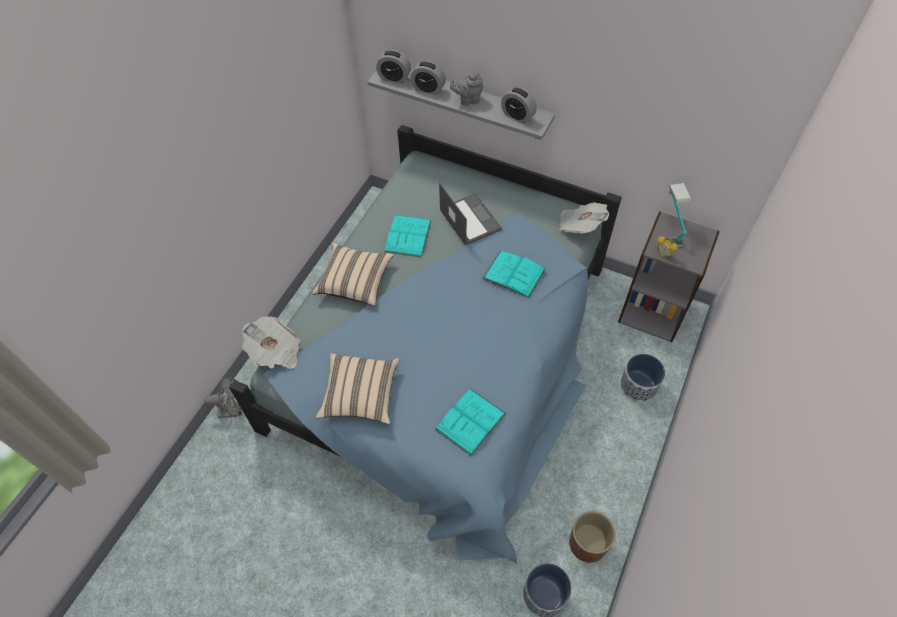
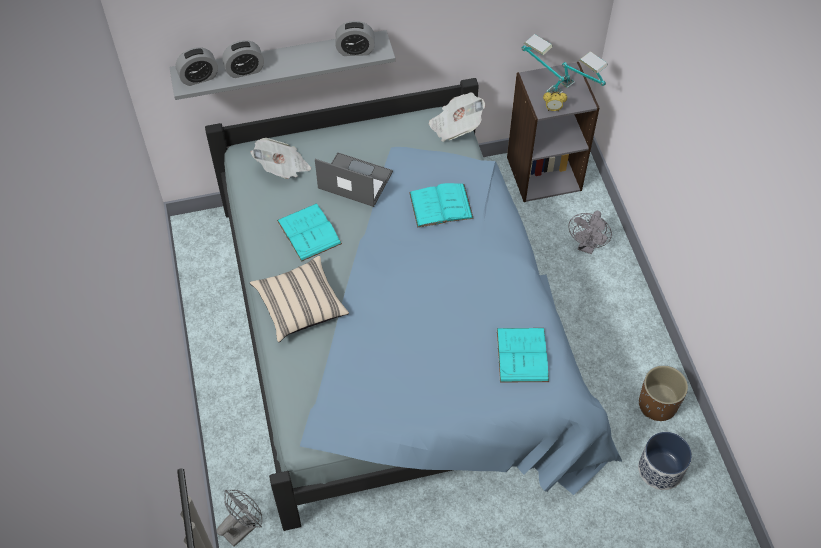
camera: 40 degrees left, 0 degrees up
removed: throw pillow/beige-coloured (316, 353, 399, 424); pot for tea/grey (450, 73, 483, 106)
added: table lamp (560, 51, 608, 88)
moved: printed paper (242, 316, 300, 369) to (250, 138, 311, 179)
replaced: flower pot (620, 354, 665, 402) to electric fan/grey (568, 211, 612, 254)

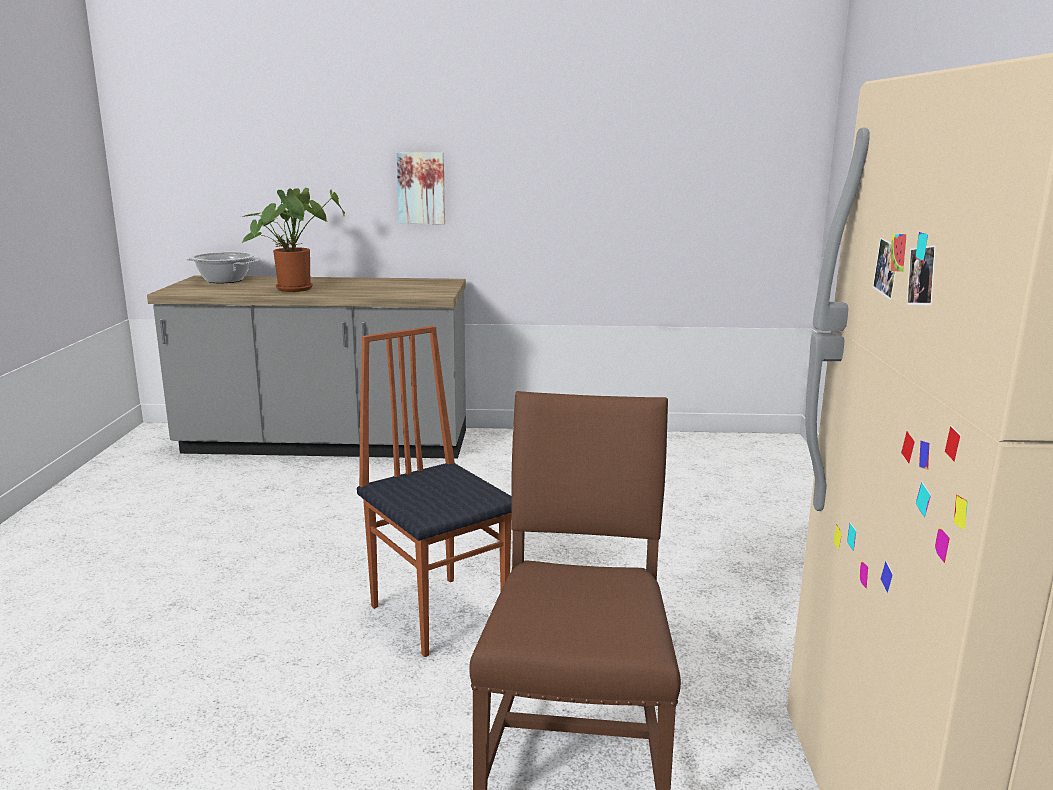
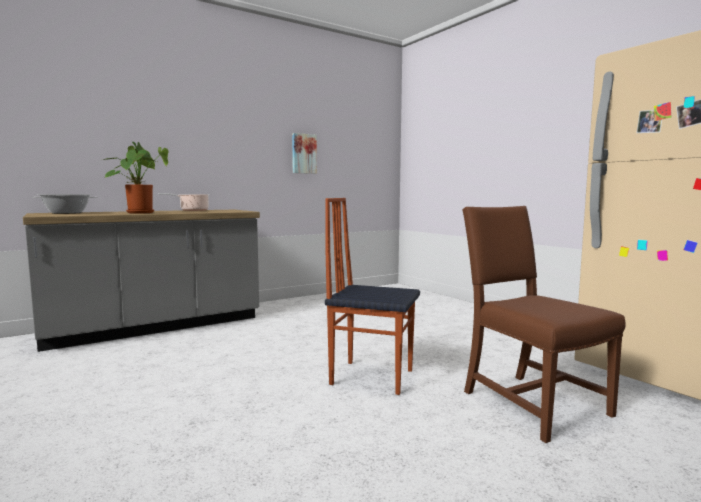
camera: 35 degrees left, 10 degrees down
added: cooking pot (158, 193, 209, 211)
moved: wall picture (396, 152, 445, 224) to (292, 133, 317, 174)

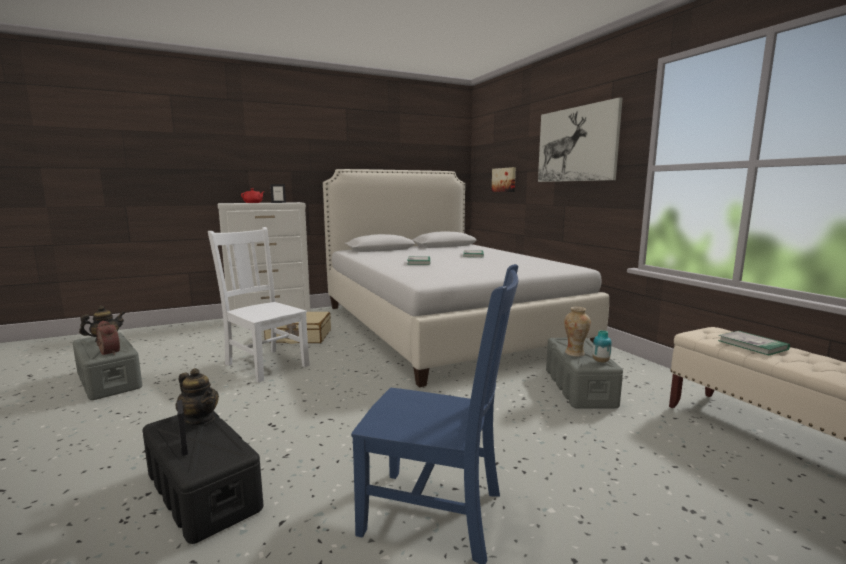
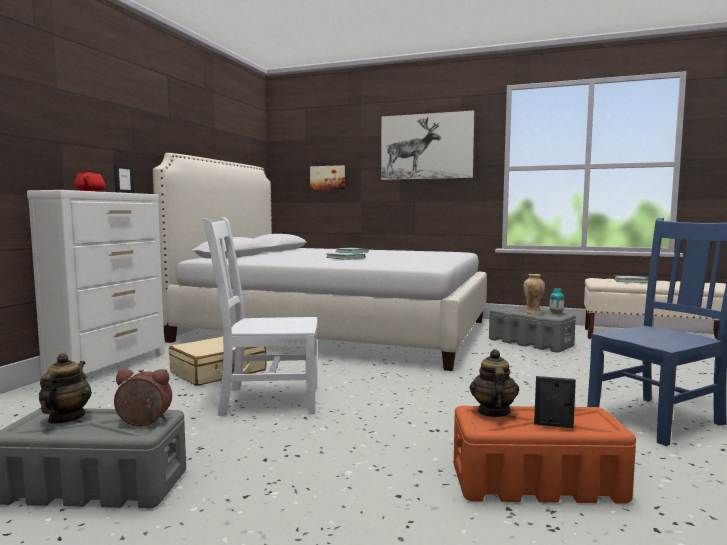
camera: 45 degrees left, 5 degrees down
recoloured: storage bin/black-coloured (142, 411, 263, 544) to storage bin/orangey (454, 406, 636, 504)
turned: pot for tea (176, 368, 219, 425) = (470, 349, 519, 417) 75 degrees counterclockwise

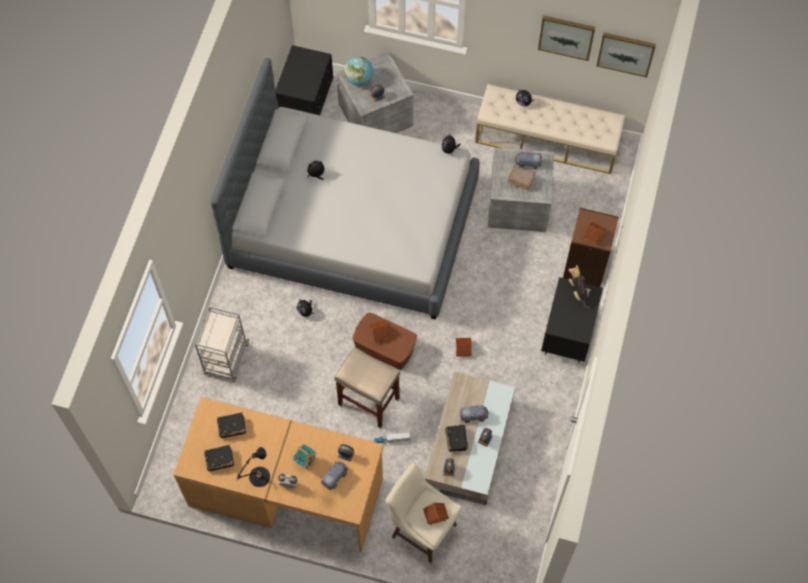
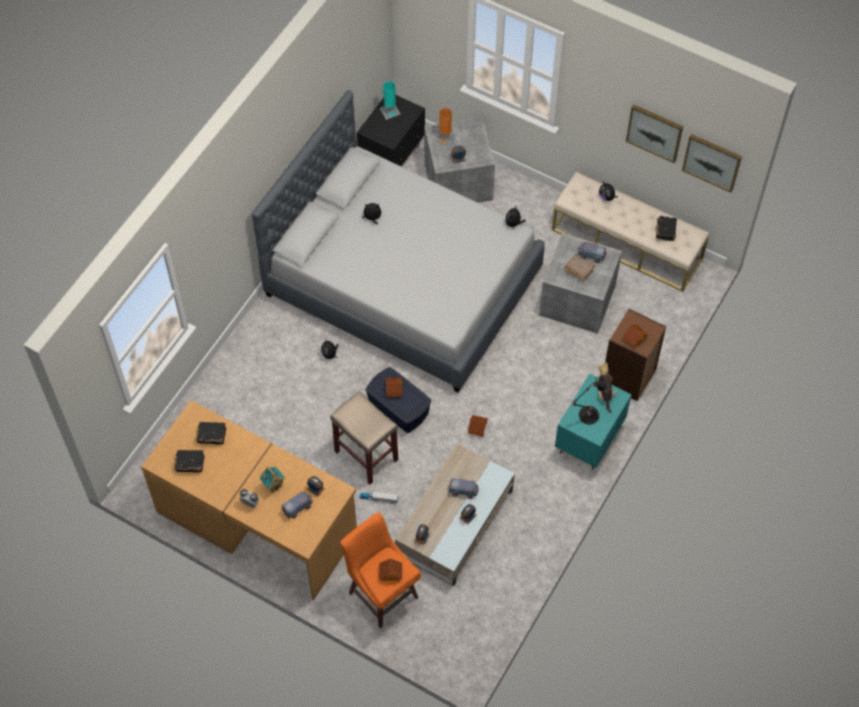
camera: 15 degrees right, 5 degrees down
removed: cart/grey (195, 307, 250, 382)
added: table lamp/turquoise (380, 81, 401, 120)
moved: table lamp/black-coloured (236, 447, 270, 487) to (572, 379, 607, 425); bound book/black-coloured (445, 425, 469, 452) to (656, 216, 677, 241)
replaced: globe (344, 56, 373, 86) to table lamp/orangey (434, 108, 456, 147)
recoloured: storage bin/brown (353, 312, 417, 370) to storage bin/bluish (366, 367, 431, 433); stool seat/beige-coloured (385, 463, 462, 563) to stool seat/orangey (340, 512, 421, 628); nightstand/black-coloured (541, 277, 603, 363) to nightstand/turquoise (555, 374, 632, 469)

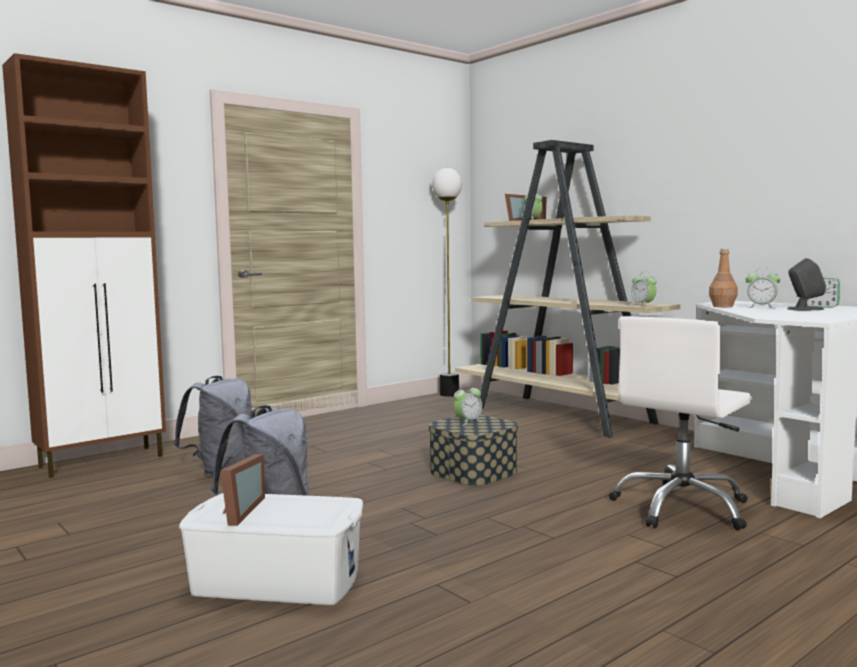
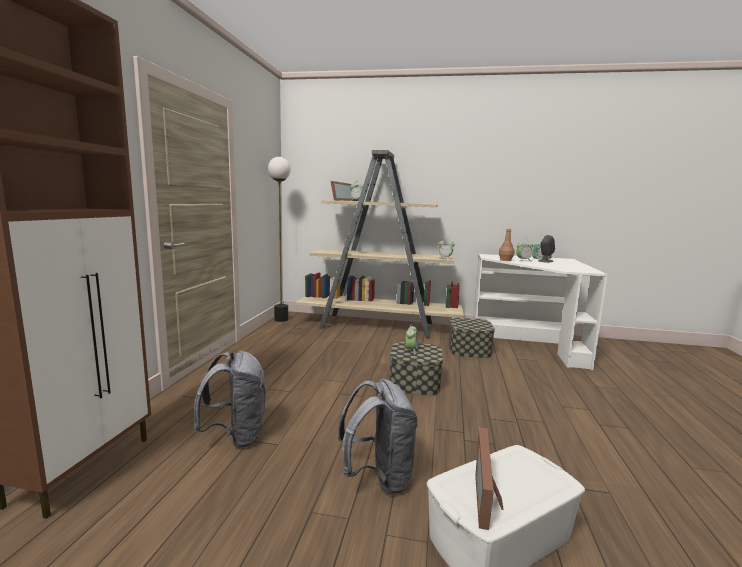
camera: 40 degrees left, 5 degrees up
removed: computer chair/white-coloured (609, 316, 752, 530)
added: storage bin (449, 318, 495, 358)
turned: picture frame (220, 454, 265, 526) = (475, 427, 504, 530) 135 degrees counterclockwise

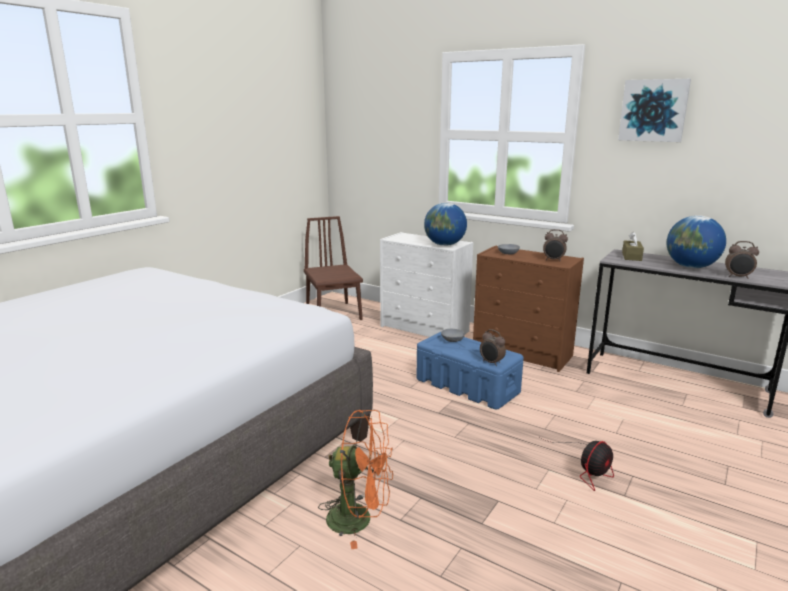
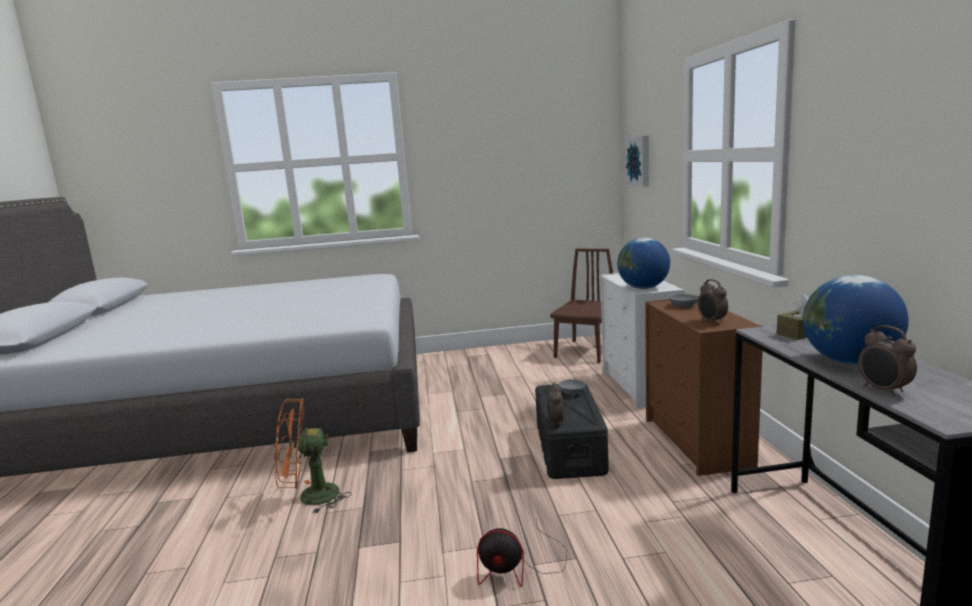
camera: 50 degrees right, 5 degrees down
moved: wall picture (618, 79, 691, 142) to (625, 135, 649, 187)
recoloured: storage bin/bluish (417, 332, 524, 409) to storage bin/black-coloured (535, 383, 609, 479)
turned: electric fan/orangey (318, 410, 393, 550) = (274, 398, 352, 514) 105 degrees clockwise

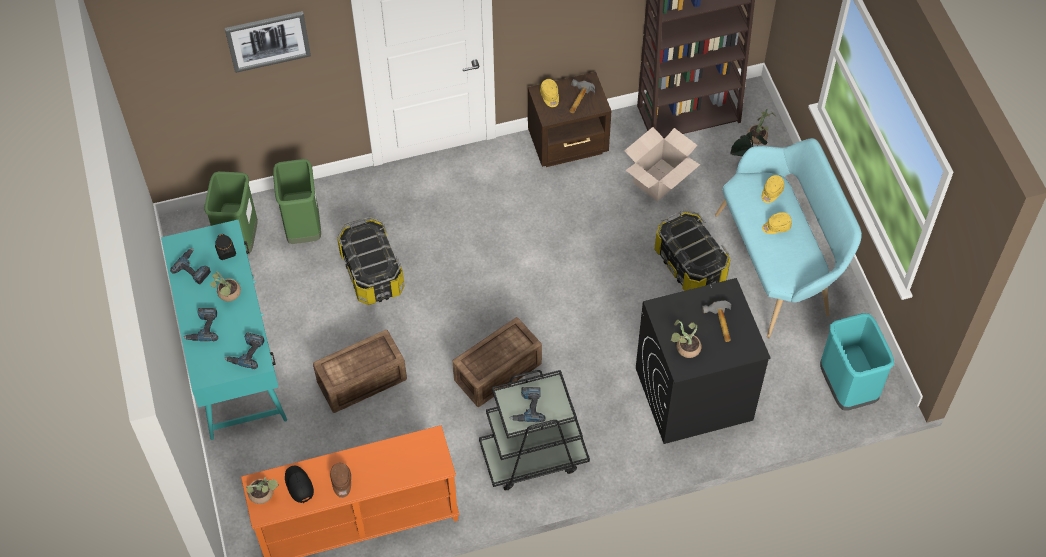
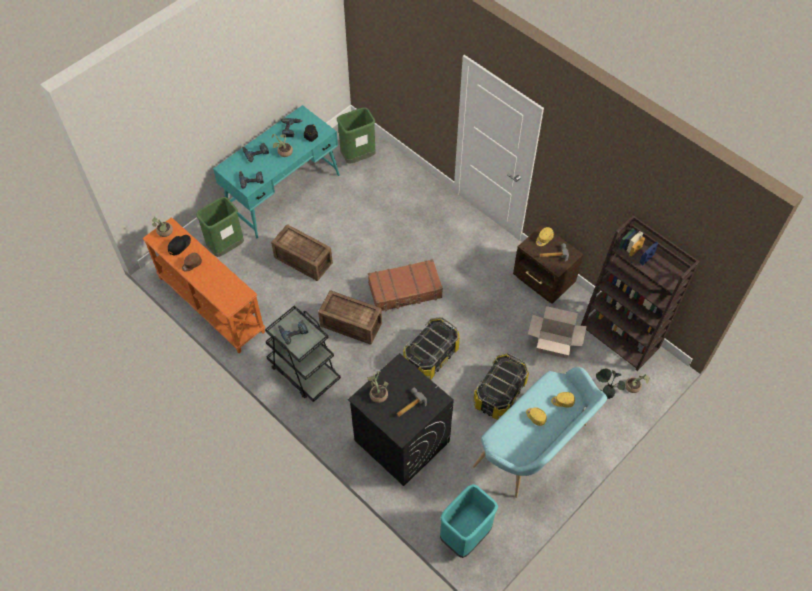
camera: 60 degrees right, 0 degrees up
removed: wall picture (225, 11, 311, 73)
added: travel case/brown (368, 259, 443, 312)
moved: waste bin/green (273, 159, 321, 244) to (196, 197, 244, 257); storage bin (337, 217, 405, 305) to (403, 317, 460, 380)

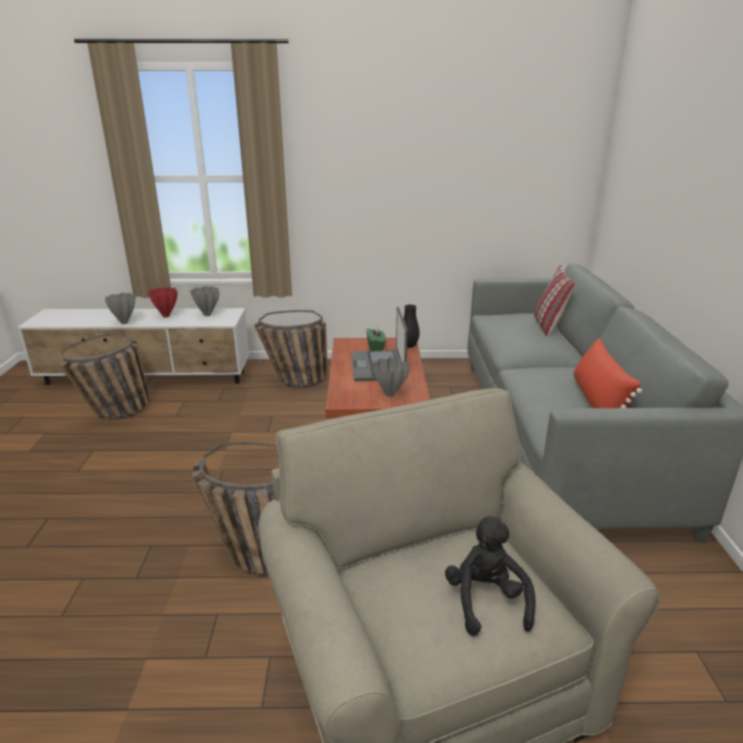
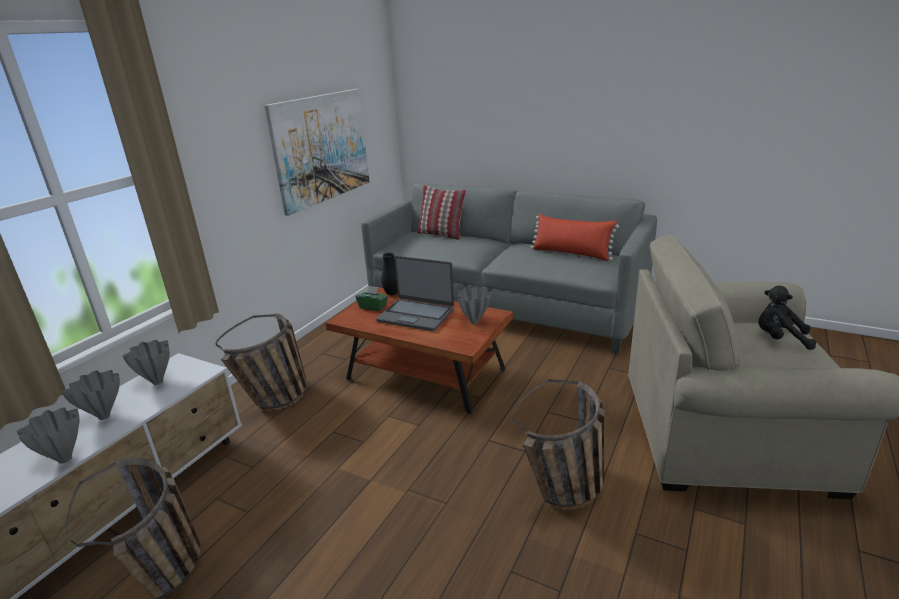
camera: 60 degrees left, 0 degrees up
added: wall picture (264, 89, 370, 216)
recoloured: vase/reddish (148, 287, 177, 318) to vase/grey (62, 370, 120, 420)

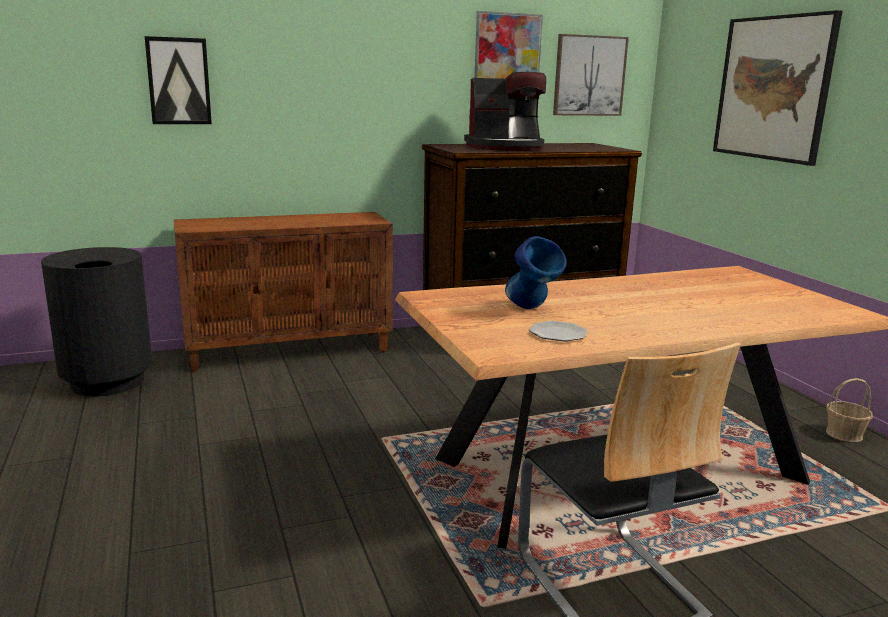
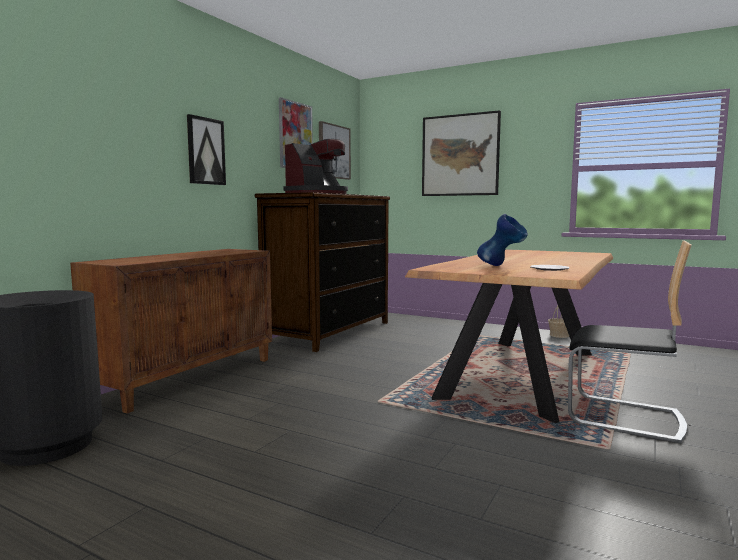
camera: 40 degrees left, 10 degrees down
moved: wall picture (145, 36, 212, 124) to (187, 114, 226, 185)

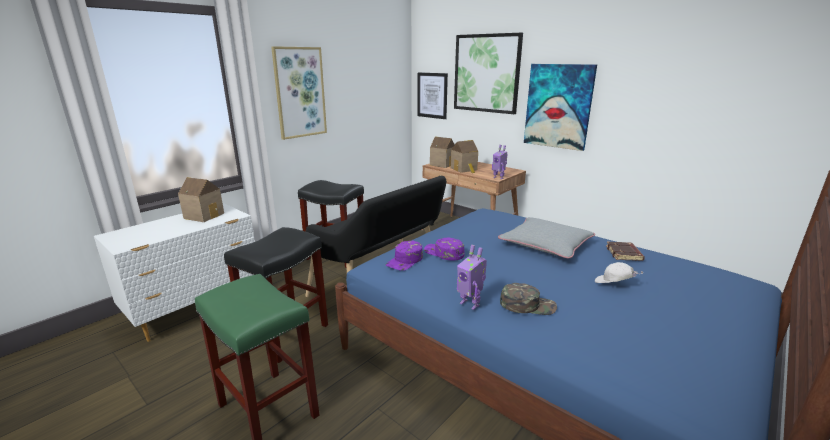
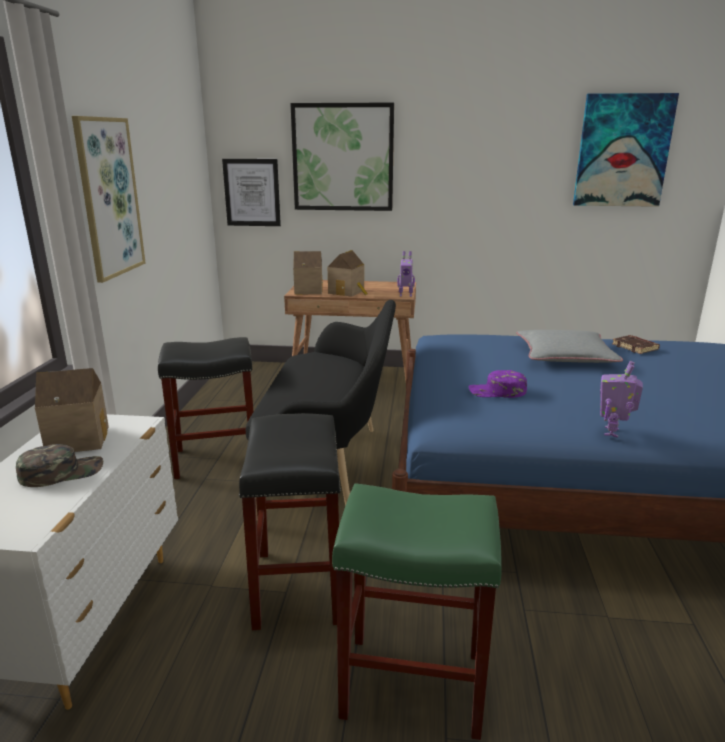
camera: 35 degrees left, 0 degrees up
removed: peaked cap/purplish (386, 241, 423, 271); peaked cap/white-coloured (595, 262, 643, 283)
moved: peaked cap/green (500, 283, 557, 315) to (16, 444, 103, 487); wall picture (524, 64, 597, 151) to (573, 93, 679, 207)
turned: model robot (457, 245, 487, 310) = (600, 361, 643, 438) 105 degrees clockwise

